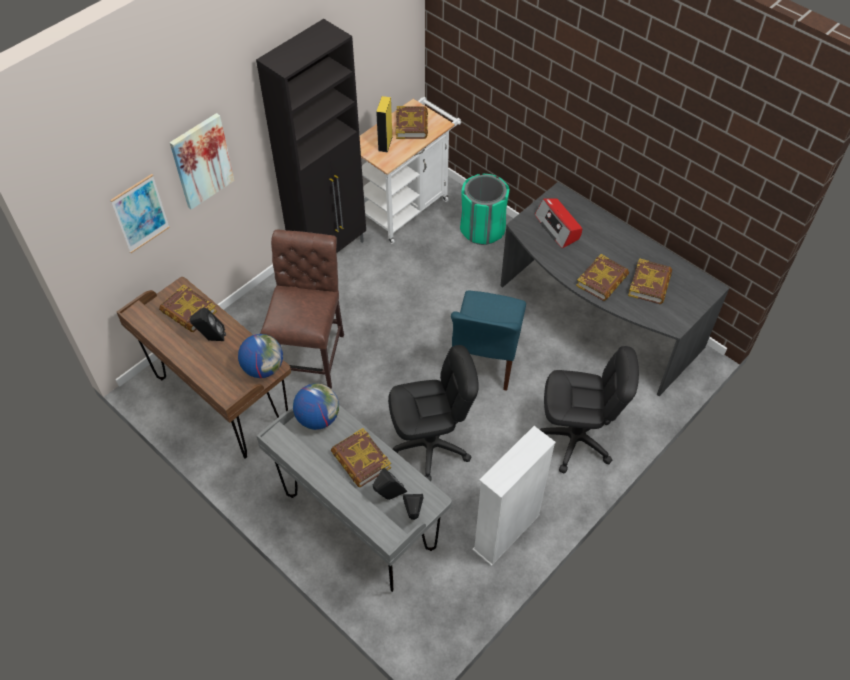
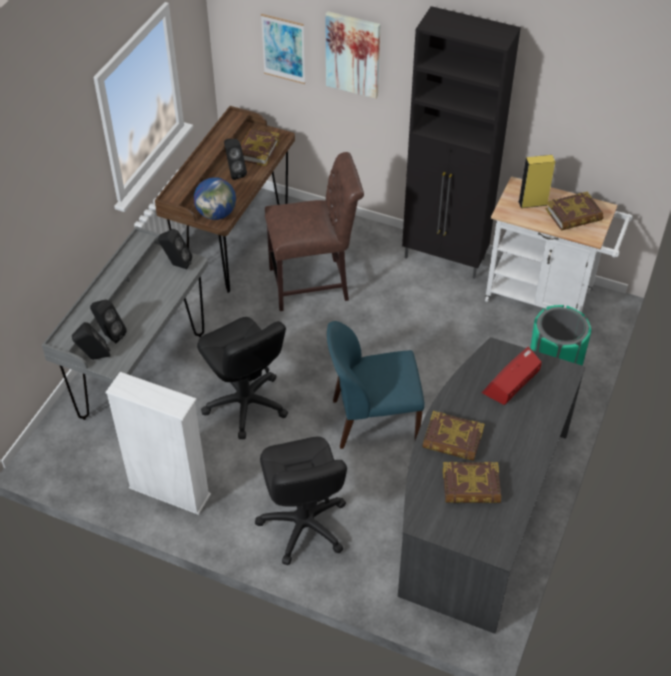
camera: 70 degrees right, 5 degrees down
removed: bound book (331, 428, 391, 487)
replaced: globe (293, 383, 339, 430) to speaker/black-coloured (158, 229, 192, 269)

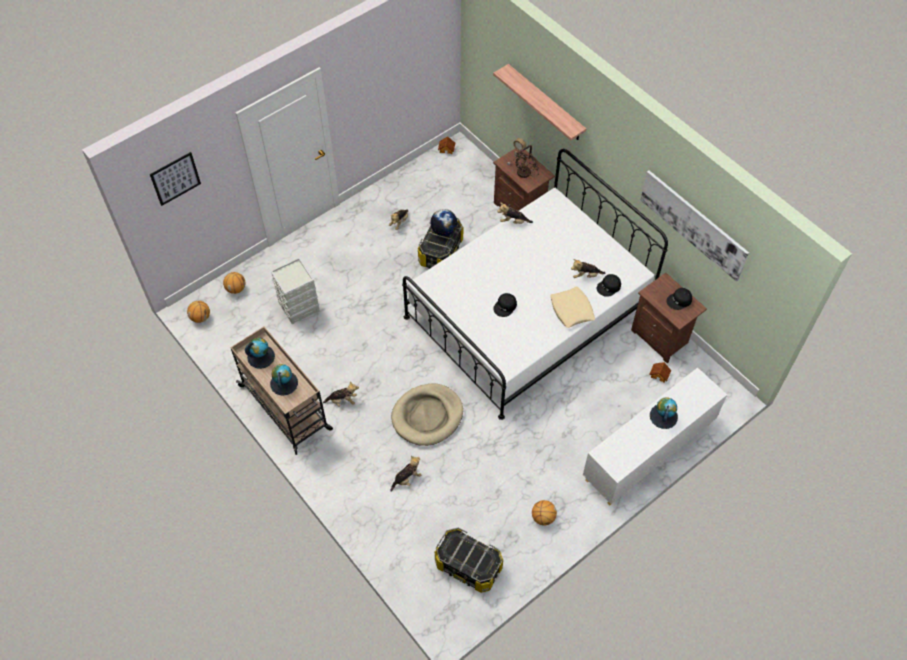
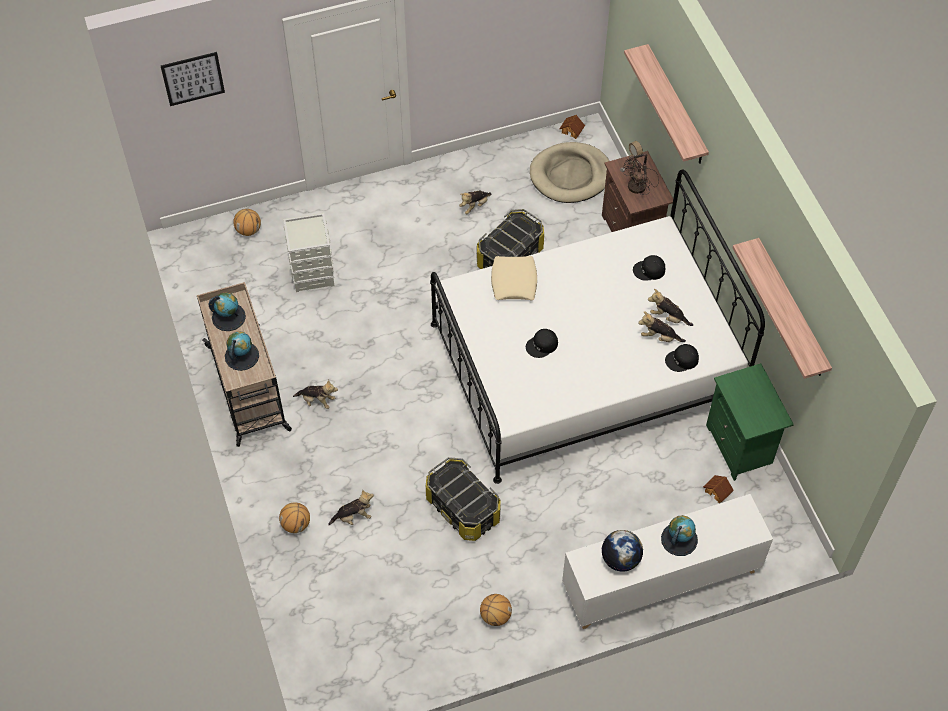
camera: 20 degrees right, 0 degrees up
moved: ball for basketball (187, 301, 210, 323) to (279, 502, 310, 533); pet bed/beige-coloured (391, 384, 463, 446) to (530, 142, 609, 203); globe (430, 209, 457, 236) to (602, 530, 643, 572); storage bin (435, 527, 503, 593) to (426, 457, 501, 541); soft toy (497, 203, 533, 224) to (648, 289, 693, 326); throw pillow/beige-coloured (551, 287, 595, 328) to (491, 256, 537, 301); peaked cap/black-coloured (666, 288, 692, 310) to (633, 255, 665, 281)
replaced: wall picture (640, 170, 749, 282) to bracket shelf (732, 238, 832, 379)
recoloured: nightstand/brown (631, 273, 707, 363) to nightstand/green (706, 363, 794, 481)

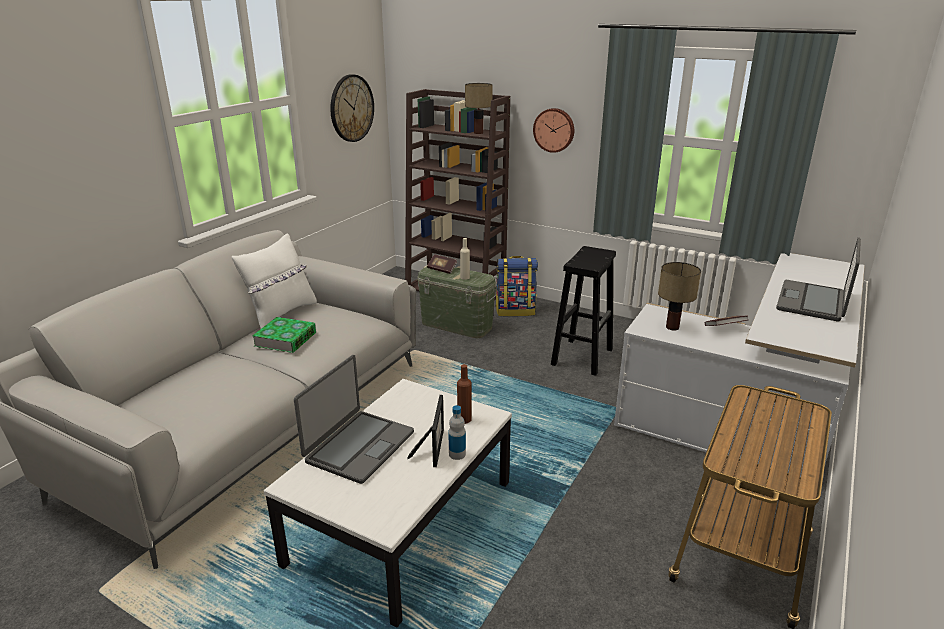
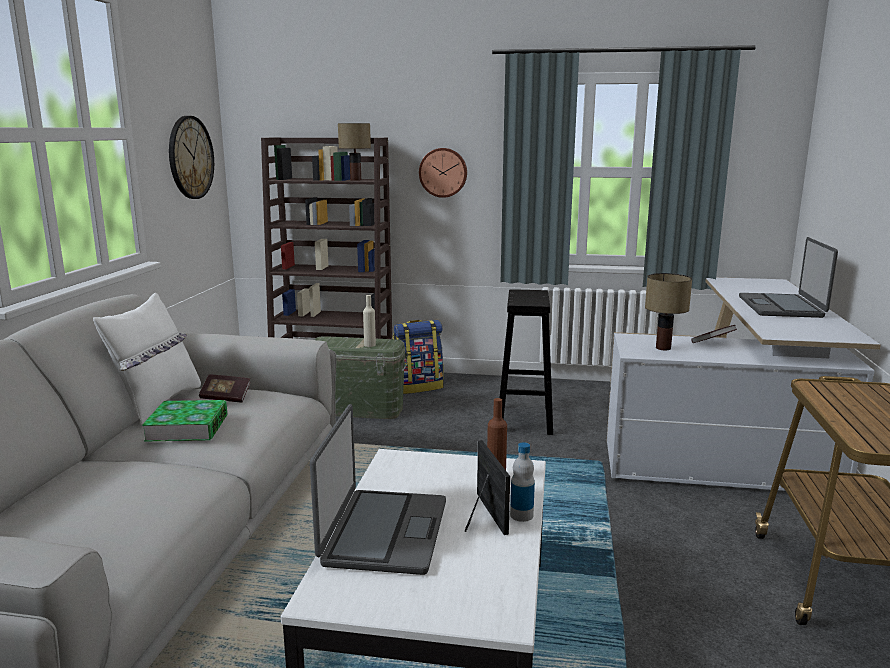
camera: 20 degrees left, 10 degrees down
moved: bound book (427, 254, 457, 274) to (199, 375, 251, 403)

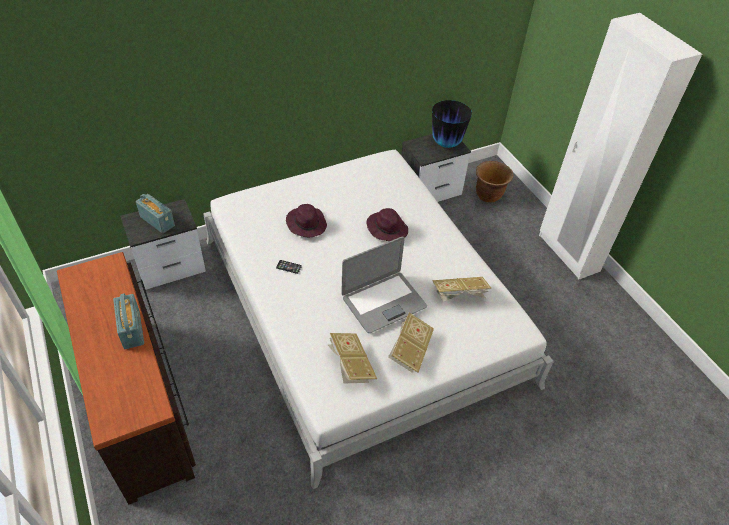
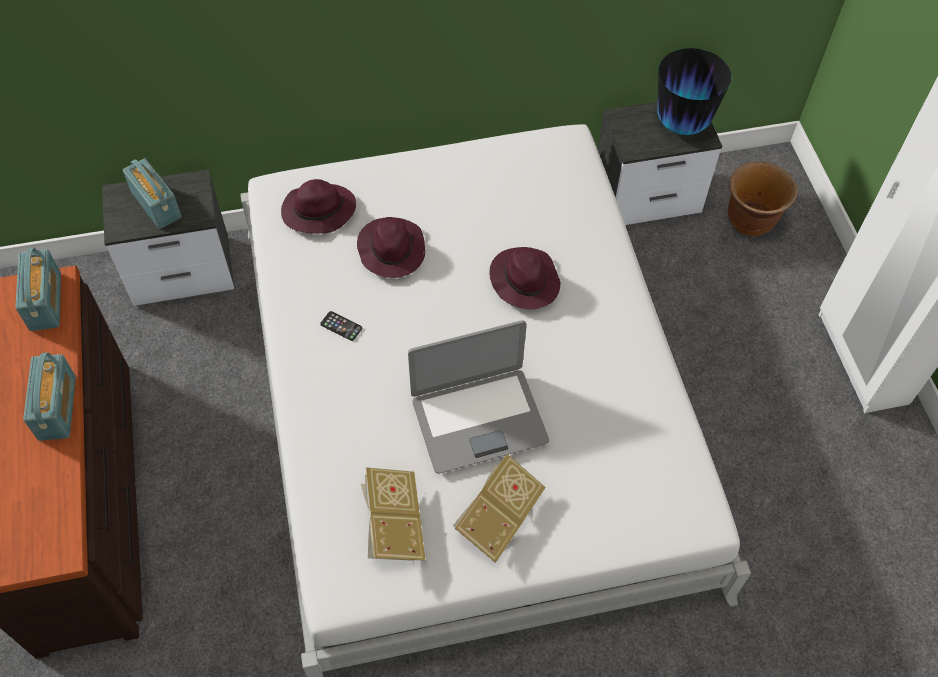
camera: 15 degrees right, 10 degrees up
removed: bound book (432, 277, 491, 302)
added: radio (16, 248, 61, 331); clothing hat/purplish (281, 179, 356, 234)

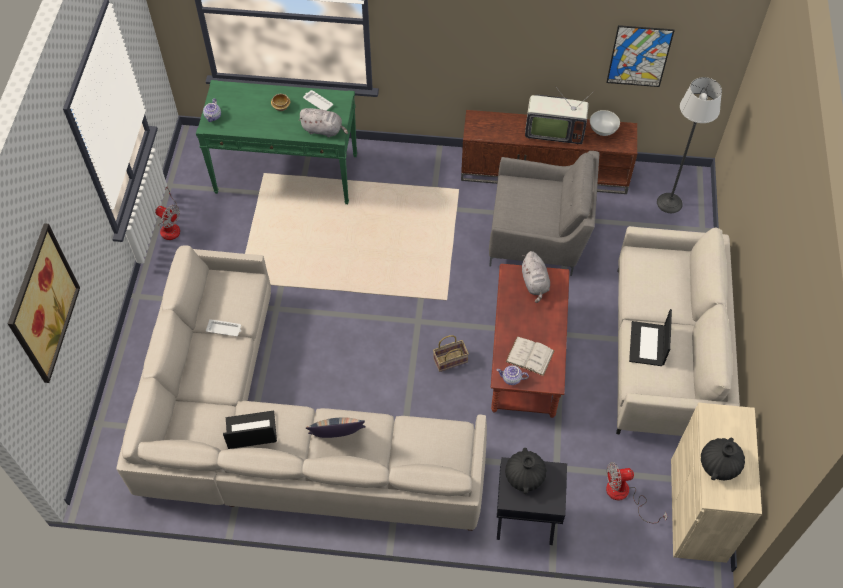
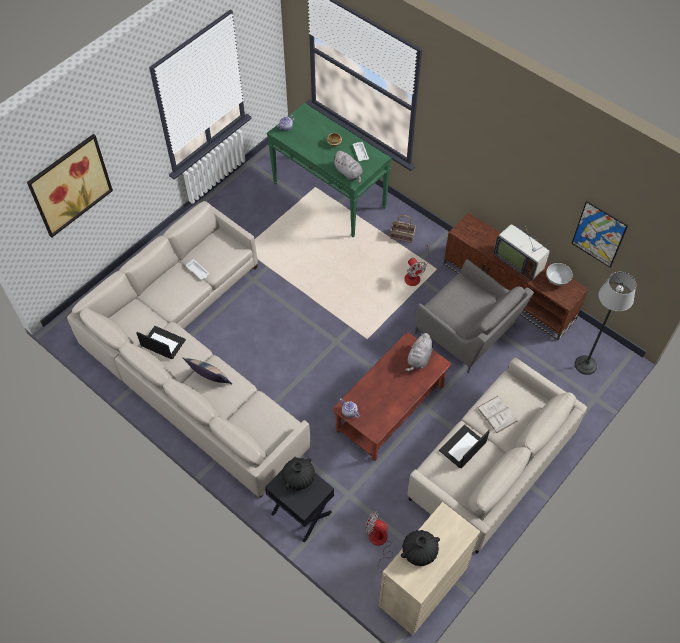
camera: 35 degrees right, 0 degrees up
moved: electric fan (155, 187, 180, 240) to (404, 243, 429, 286); household basket (433, 335, 469, 372) to (391, 215, 416, 243); bound book/white-coloured (505, 337, 555, 376) to (477, 396, 518, 433)

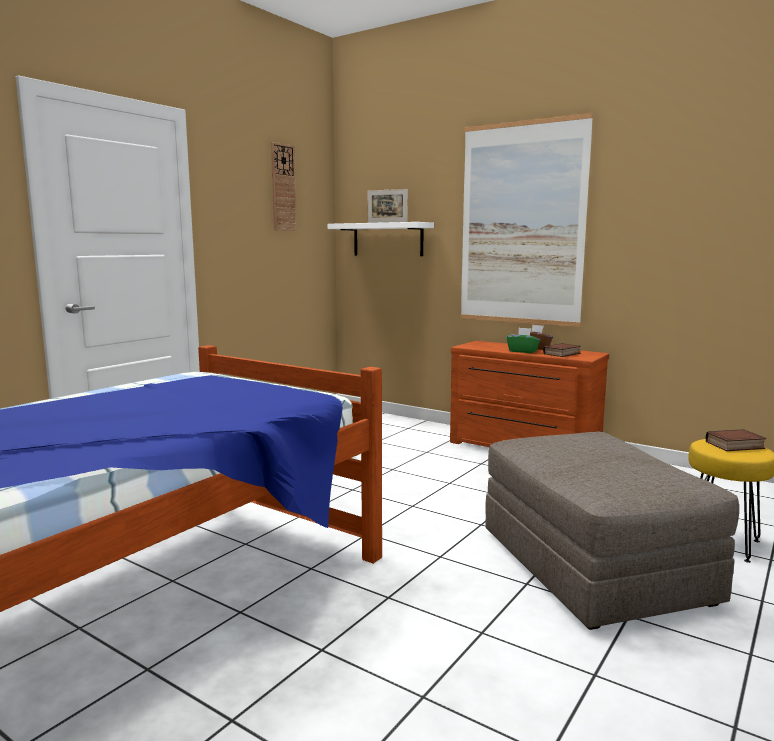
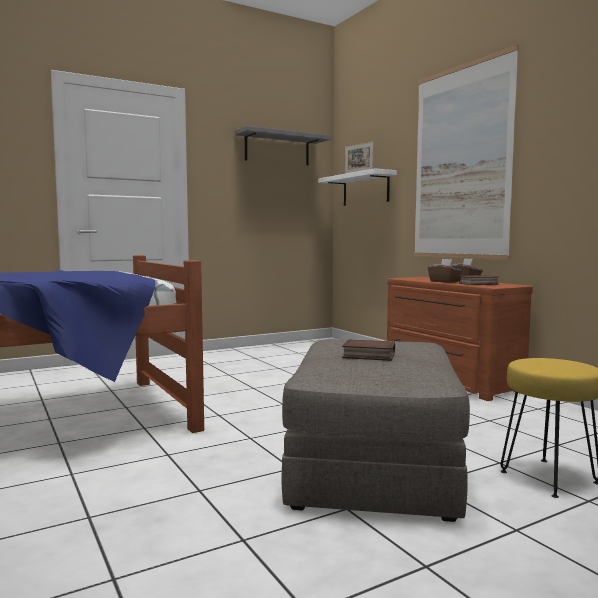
camera: 25 degrees right, 5 degrees down
moved: bound book (705, 429, 766, 451) to (342, 339, 395, 361)
replaced: wall clock (271, 142, 297, 231) to bracket shelf/grey (235, 126, 330, 165)
recoloured: tissue holder/green (506, 328, 540, 353) to tissue holder/brown (428, 259, 462, 283)

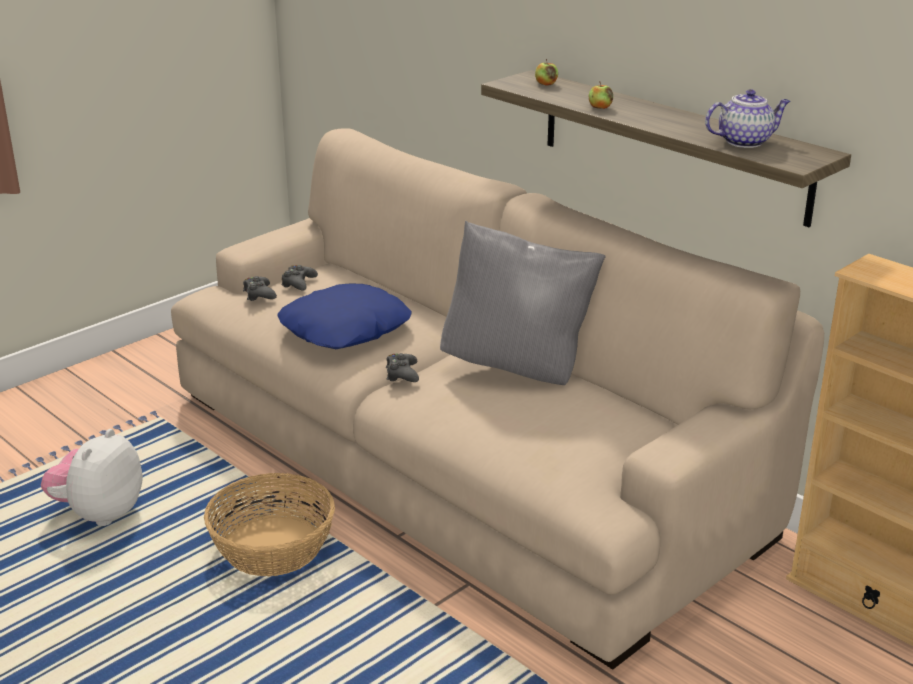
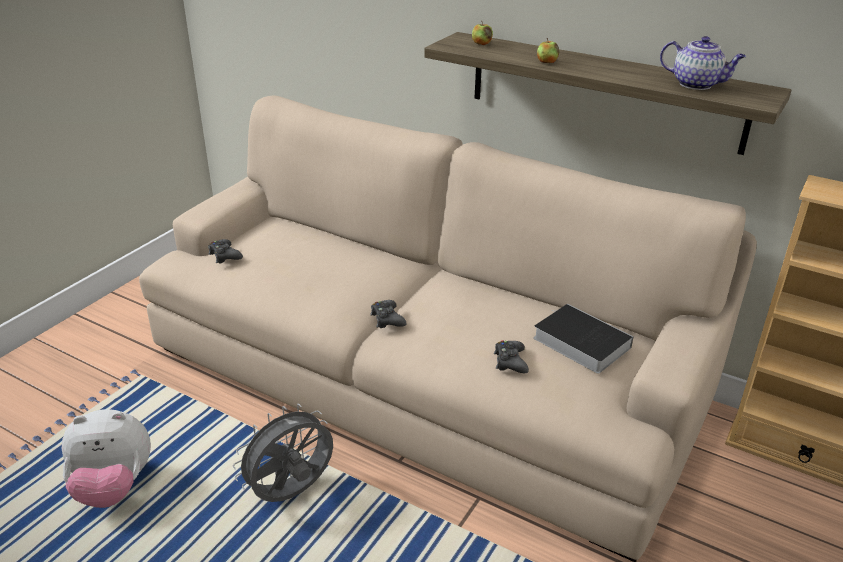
camera: 15 degrees left, 5 degrees up
removed: throw pillow/bluish (277, 283, 412, 349); throw pillow/grey (440, 221, 605, 385)
added: bound book (533, 304, 634, 374)
moved: joypad/black-coloured (282, 265, 318, 290) to (494, 341, 529, 373)
replaced: household basket (204, 473, 335, 576) to electric fan/grey (233, 404, 333, 502)
turned: soft toy (41, 429, 143, 526) = (62, 409, 151, 508) 105 degrees counterclockwise; pot for tea (705, 89, 790, 148) = (660, 36, 746, 90) 60 degrees clockwise

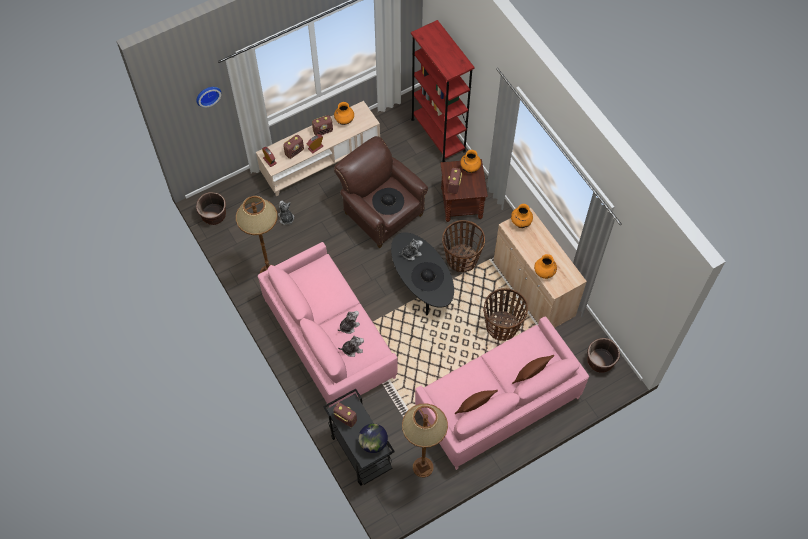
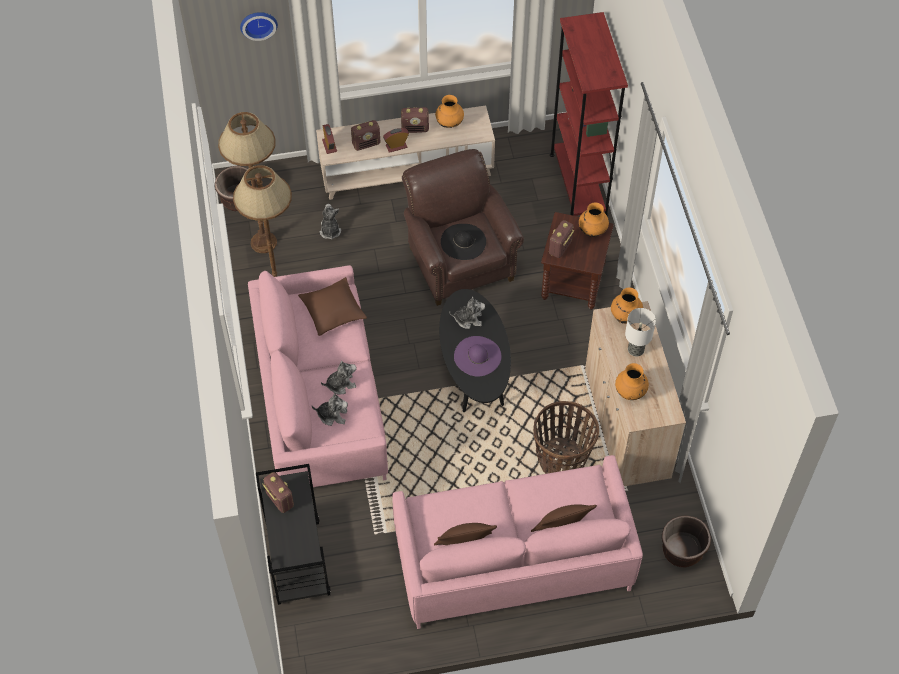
camera: 20 degrees right, 5 degrees down
removed: globe (358, 423, 388, 453); household basket (442, 220, 485, 273)
added: throw pillow/brown (298, 277, 367, 336); table lamp (625, 308, 656, 356)
moved: standing lamp/brown (402, 403, 448, 477) to (218, 112, 277, 253)
recoloured: clothing hat/black-coloured (411, 262, 444, 291) to clothing hat/purplish (454, 336, 501, 376)

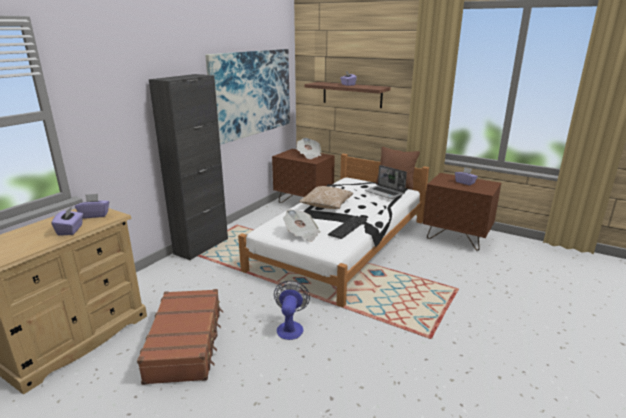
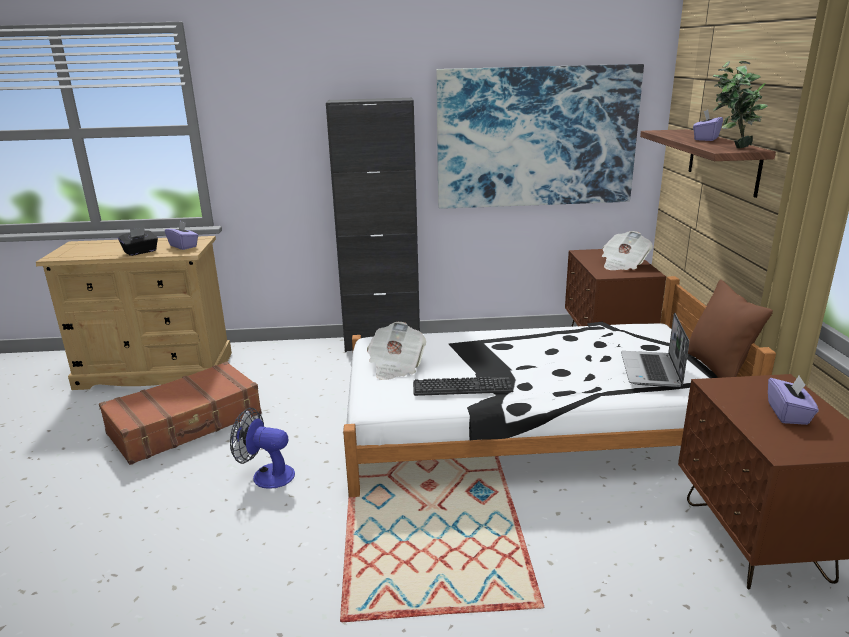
camera: 55 degrees right, 0 degrees up
removed: throw pillow (299, 186, 353, 209)
added: houseplant (712, 61, 768, 148)
recoloured: tissue holder/purplish (51, 207, 83, 236) to tissue holder/black-coloured (118, 227, 158, 256)
turned: electric fan (274, 280, 310, 340) = (230, 408, 295, 489) 135 degrees counterclockwise

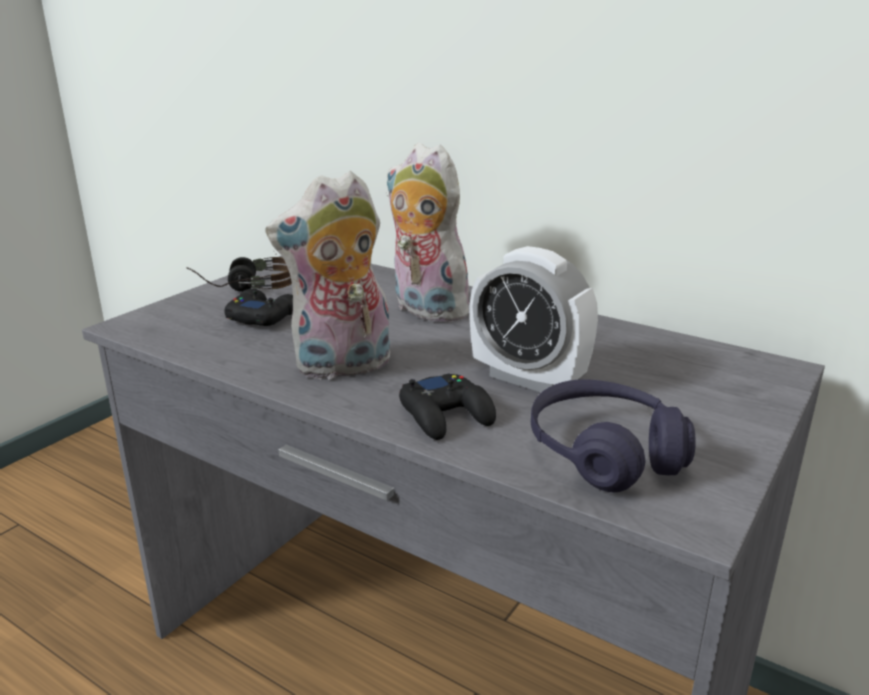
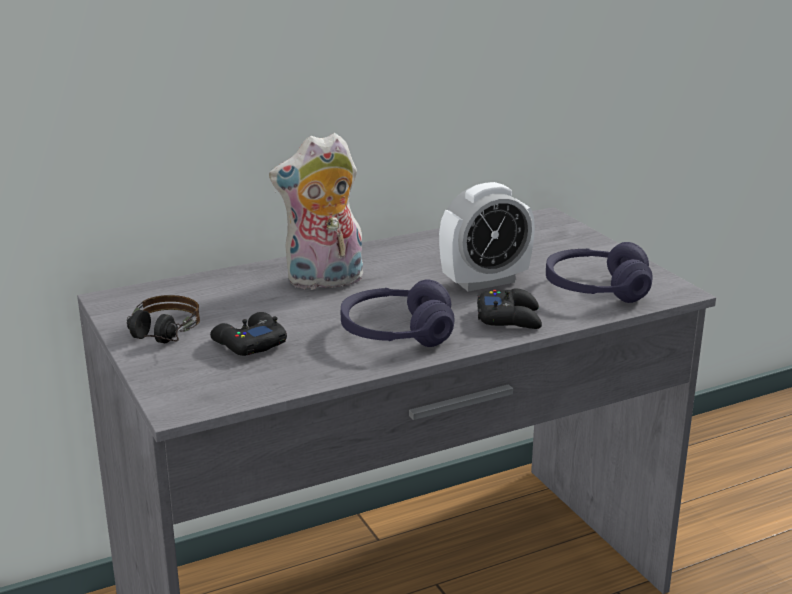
camera: 60 degrees left, 0 degrees up
replaced: soft toy (265, 171, 390, 381) to headset/purplish (341, 279, 455, 347)

